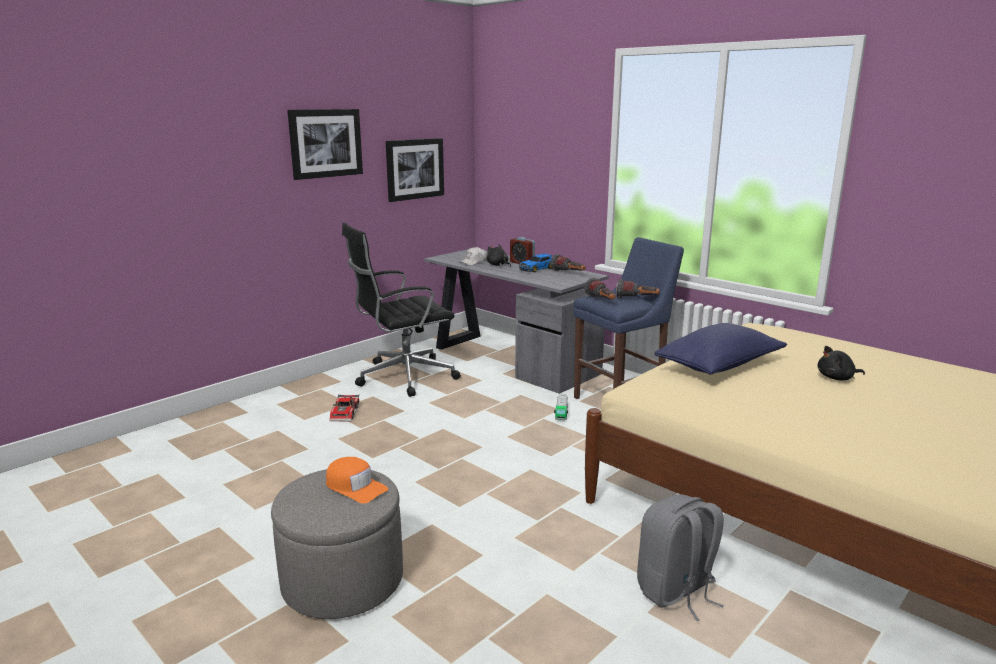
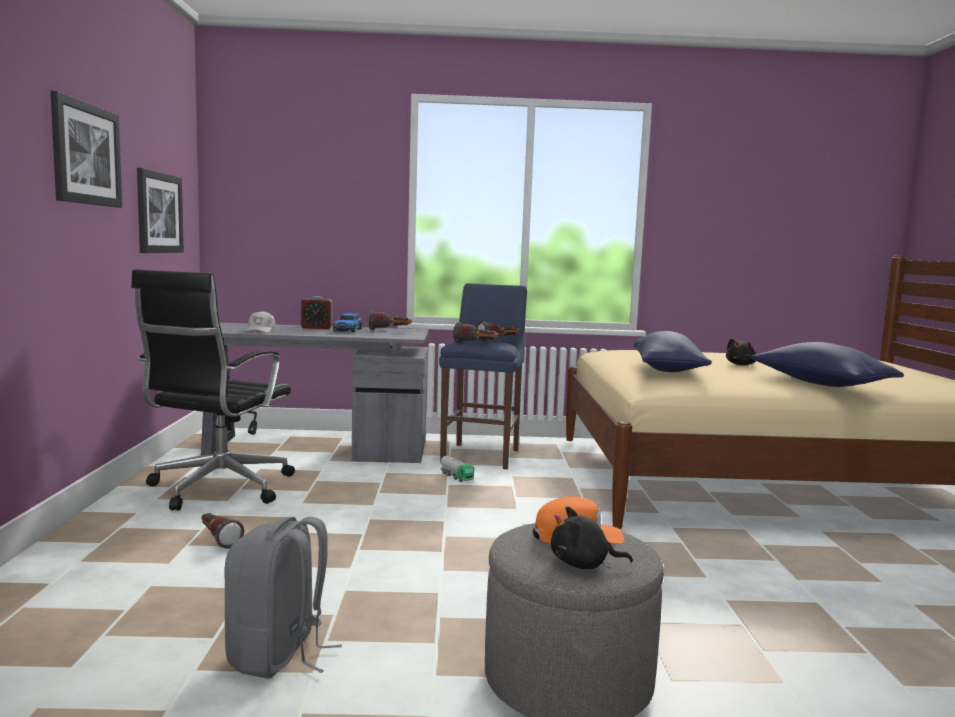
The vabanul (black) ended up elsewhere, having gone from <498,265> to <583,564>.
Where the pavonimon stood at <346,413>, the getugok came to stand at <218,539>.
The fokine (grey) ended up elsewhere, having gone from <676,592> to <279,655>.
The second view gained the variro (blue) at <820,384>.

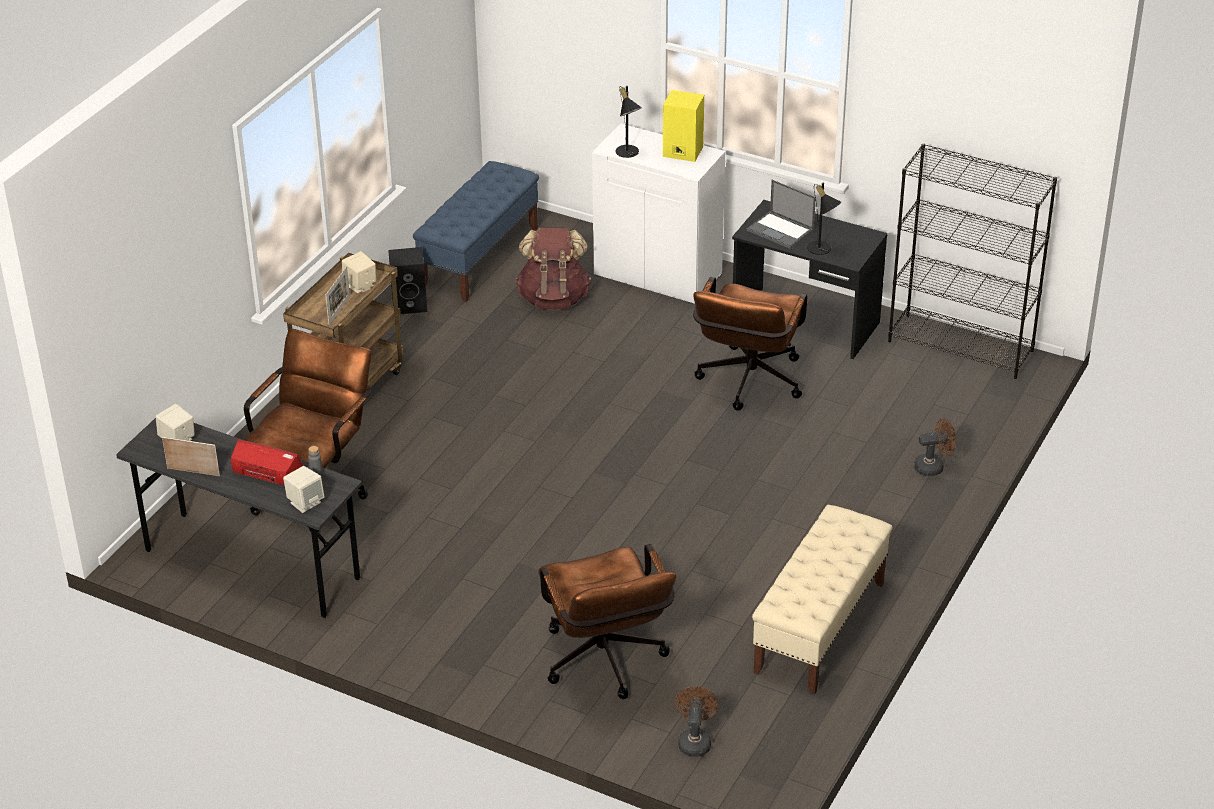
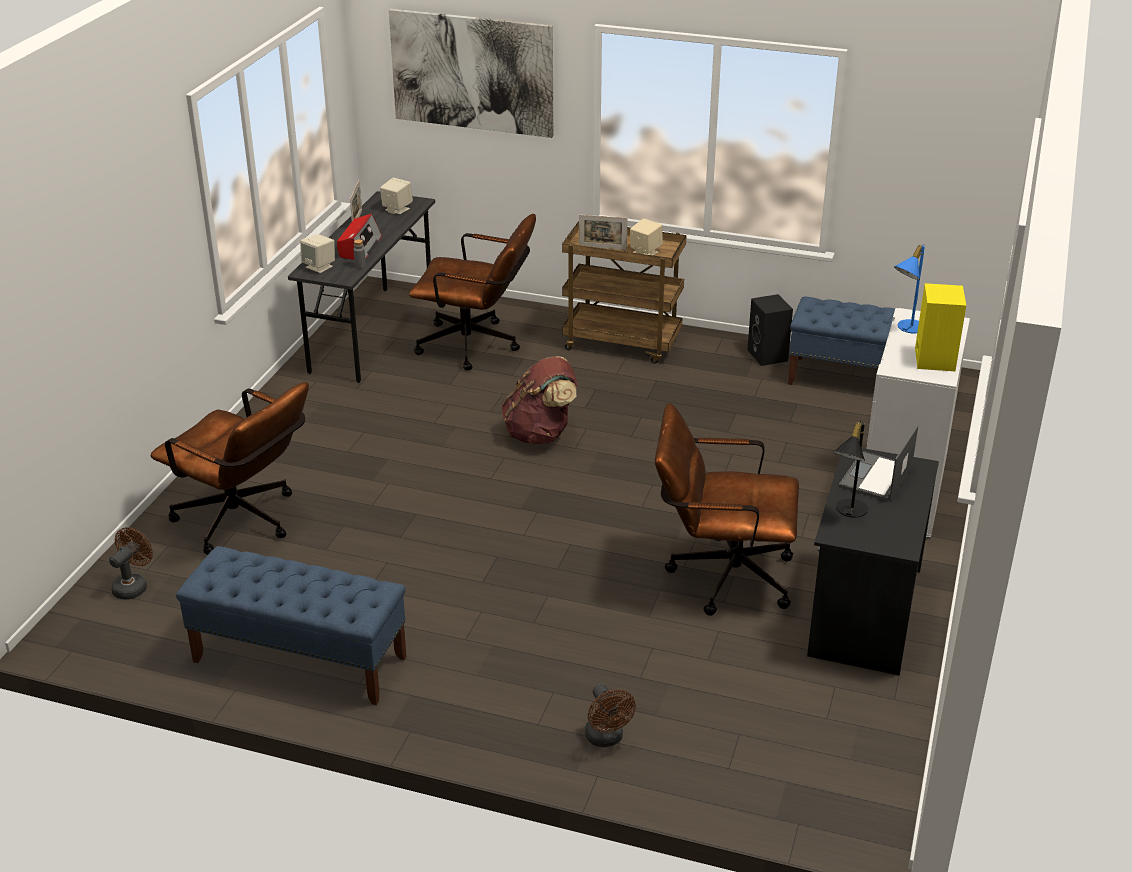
What was the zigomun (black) at <628,154> turned into the zigomun (blue) at <906,327>.
The second view lost the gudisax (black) at <961,346>.
The fokine (brown) ended up elsewhere, having gone from <554,298> to <540,434>.
What was the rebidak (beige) at <819,628> turned into the rebidak (blue) at <299,659>.
The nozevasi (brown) at <606,665> ended up facing another way, 120 degrees counterclockwise from before.
The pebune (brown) at <694,740> ended up facing another way, 60 degrees counterclockwise from before.
The second view gained the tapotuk at <472,72>.

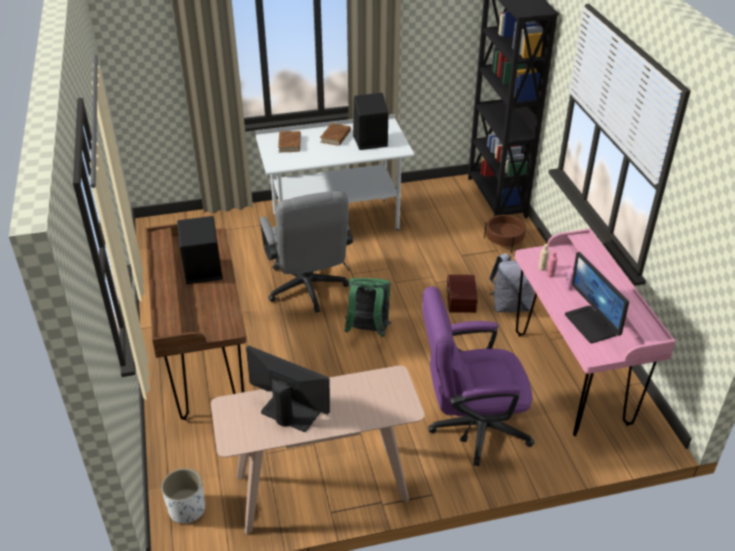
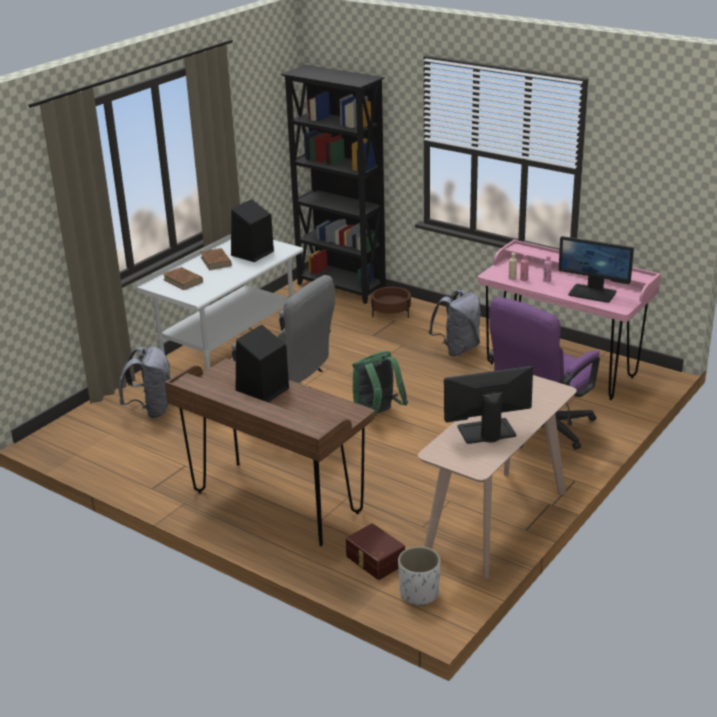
The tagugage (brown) ended up elsewhere, having gone from <460,300> to <374,561>.
The second view gained the fokine (grey) at <151,409>.

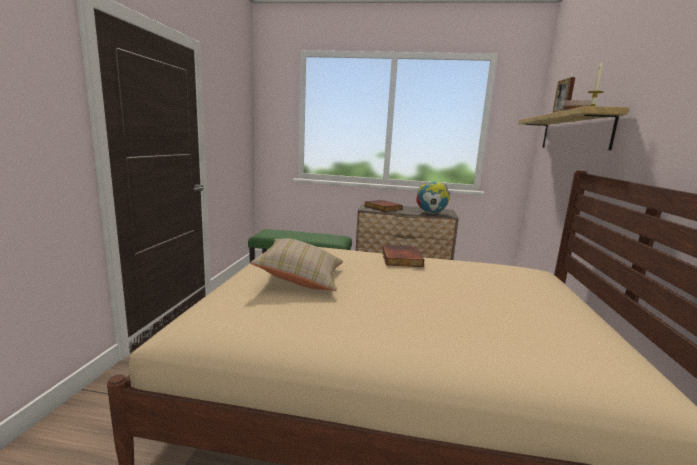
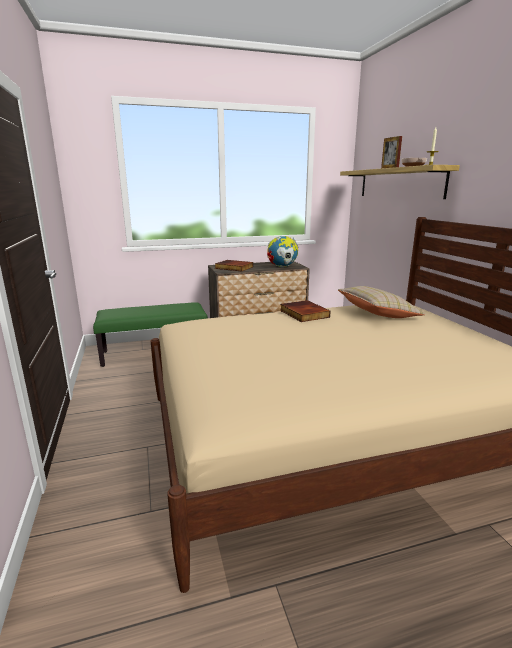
The variro (beige) ended up elsewhere, having gone from <301,279> to <377,314>.

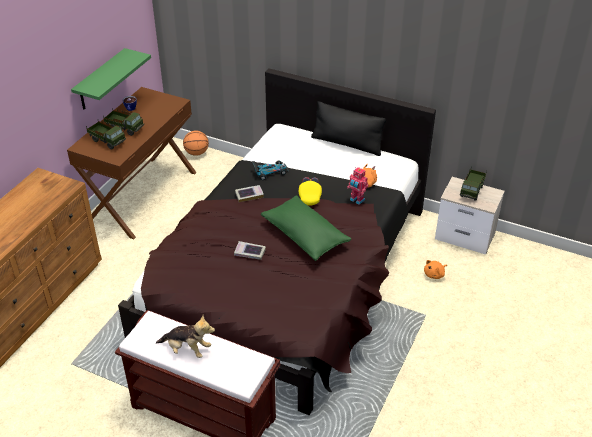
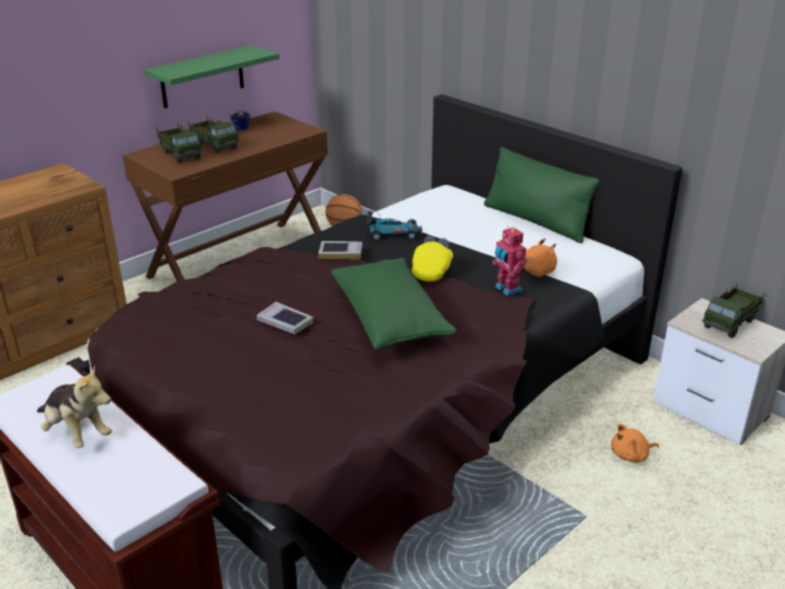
What was the variro (black) at <347,144> turned into the variro (green) at <536,221>.

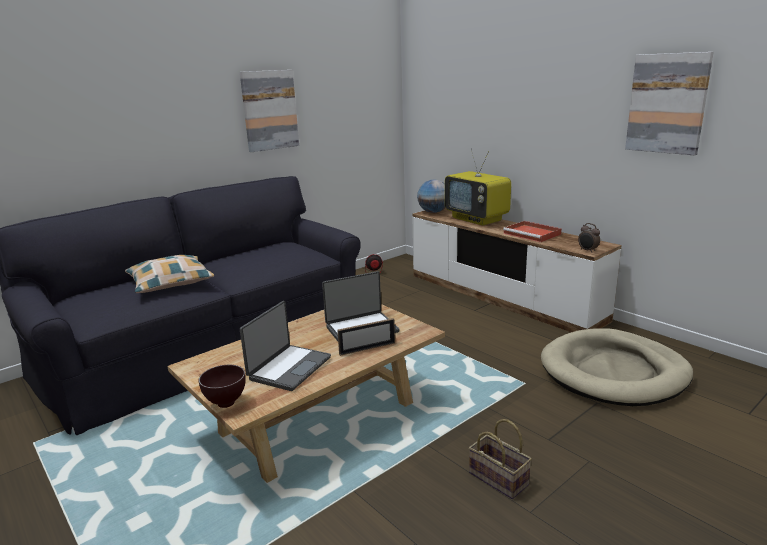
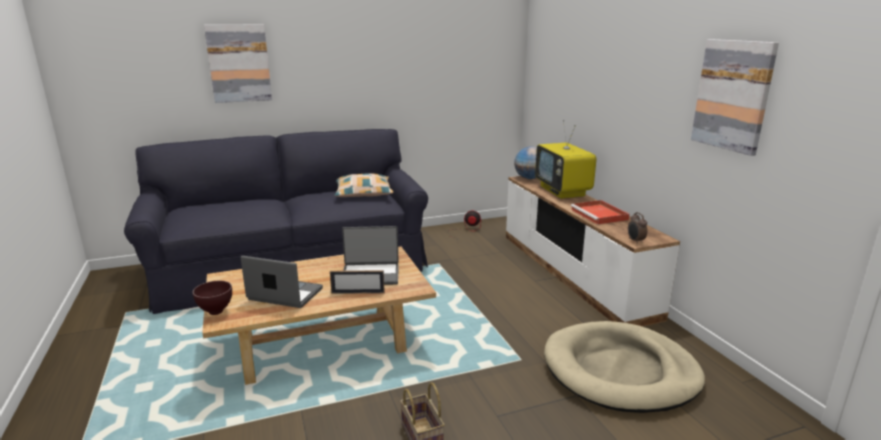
The tapotuk ended up elsewhere, having gone from <269,110> to <239,63>.
The variro ended up elsewhere, having gone from <170,282> to <363,193>.
The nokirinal at <289,368> ended up facing another way, 120 degrees counterclockwise from before.

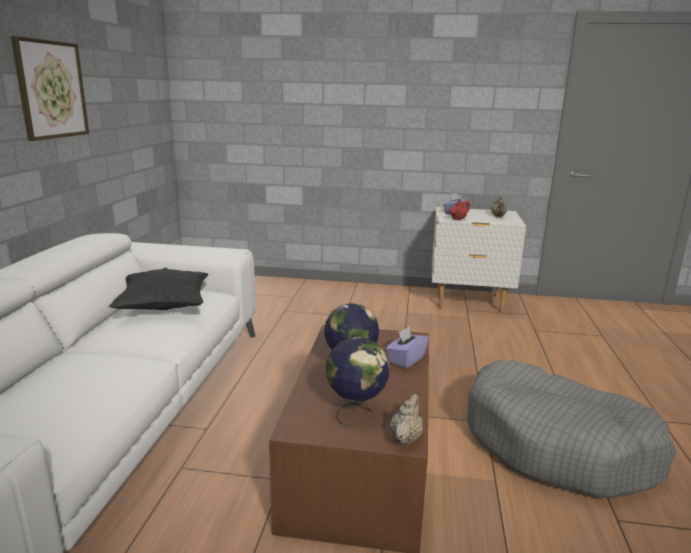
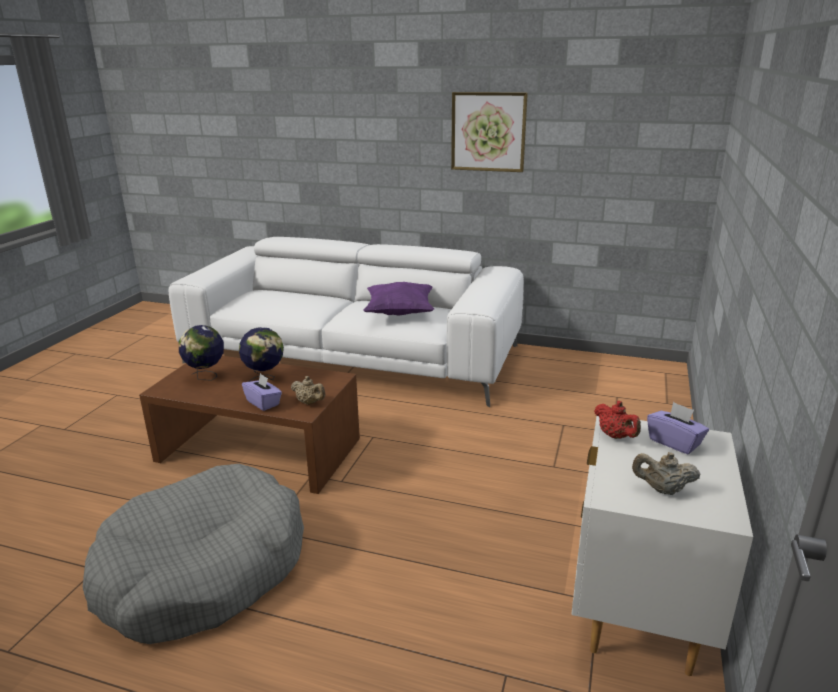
What was the variro (black) at <164,308> turned into the variro (purple) at <399,313>.
The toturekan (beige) ended up elsewhere, having gone from <406,437> to <309,403>.

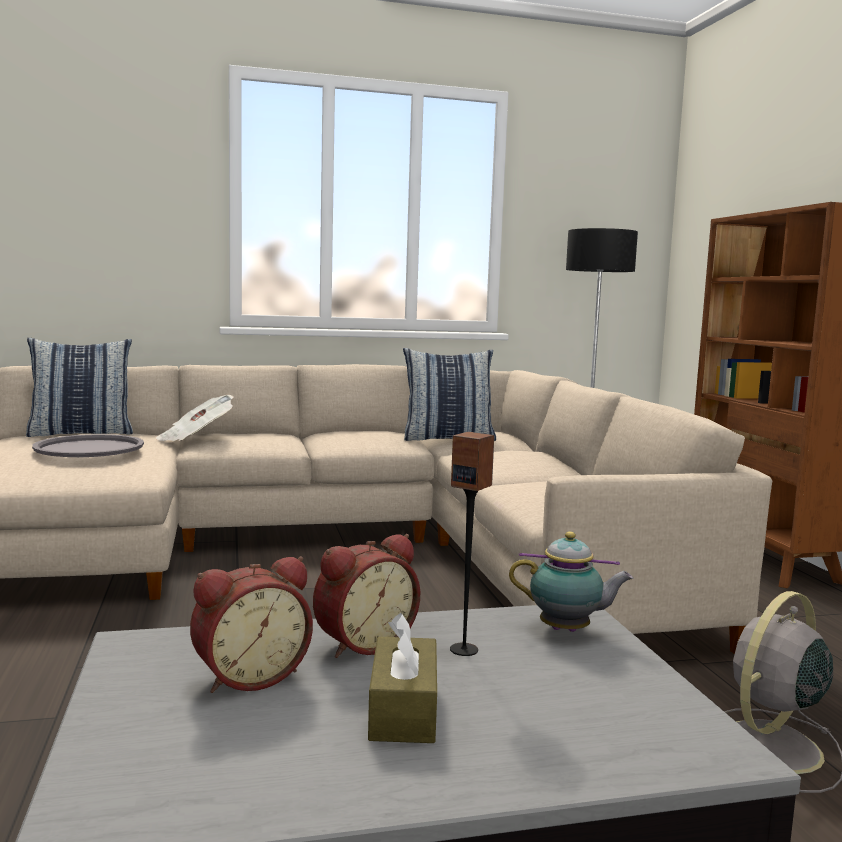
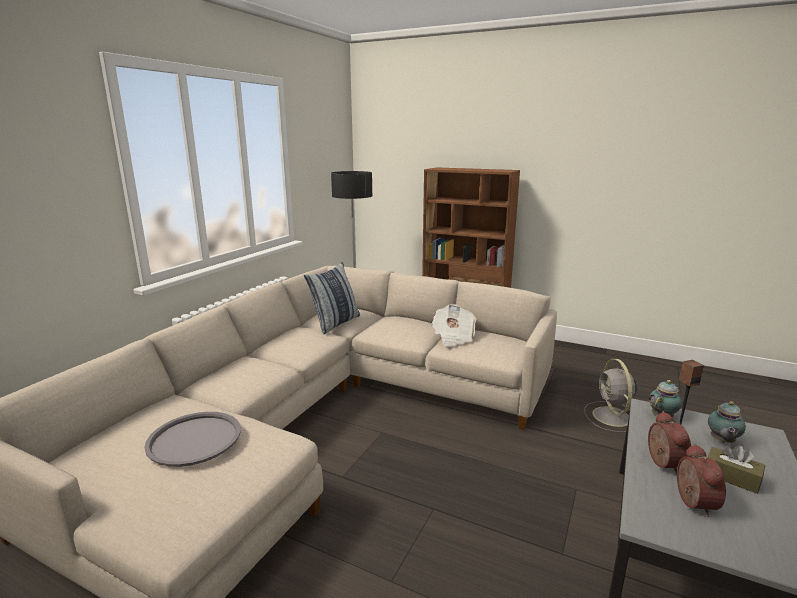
The second view lost the variro at <81,433>.
The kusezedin ended up elsewhere, having gone from <195,438> to <453,337>.
The second view gained the toturekan at <721,441>.

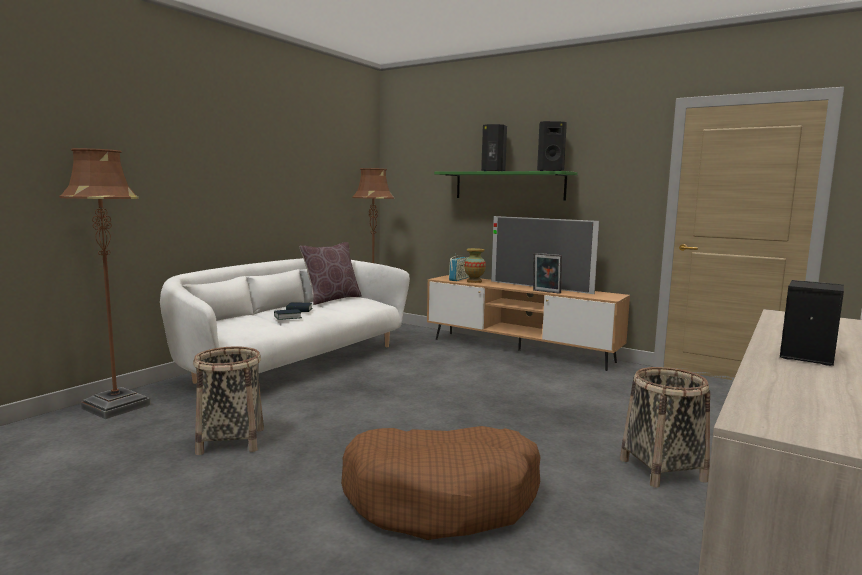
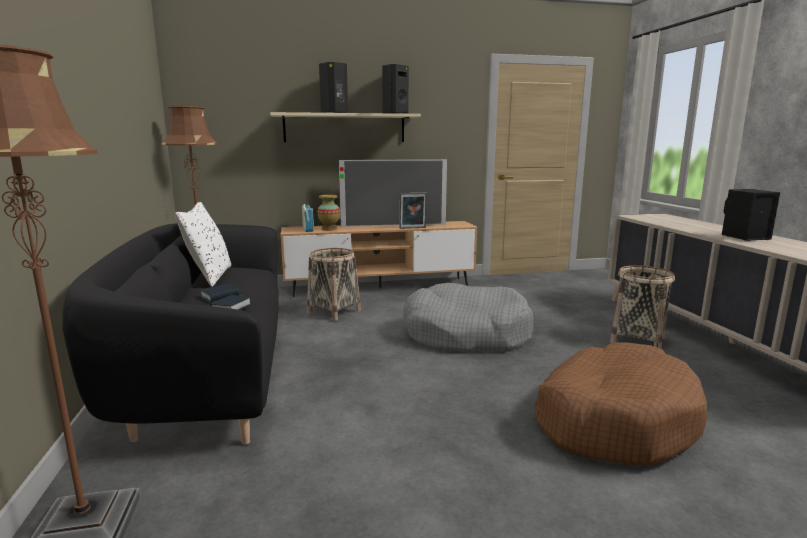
What was the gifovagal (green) at <509,185> turned into the gifovagal (beige) at <344,128>.
What was the variro (brown) at <332,299> turned into the variro (white) at <209,276>.
What was the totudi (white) at <293,364> turned into the totudi (black) at <210,368>.
The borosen ended up elsewhere, having gone from <231,441> to <334,312>.
The second view gained the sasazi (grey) at <466,334>.

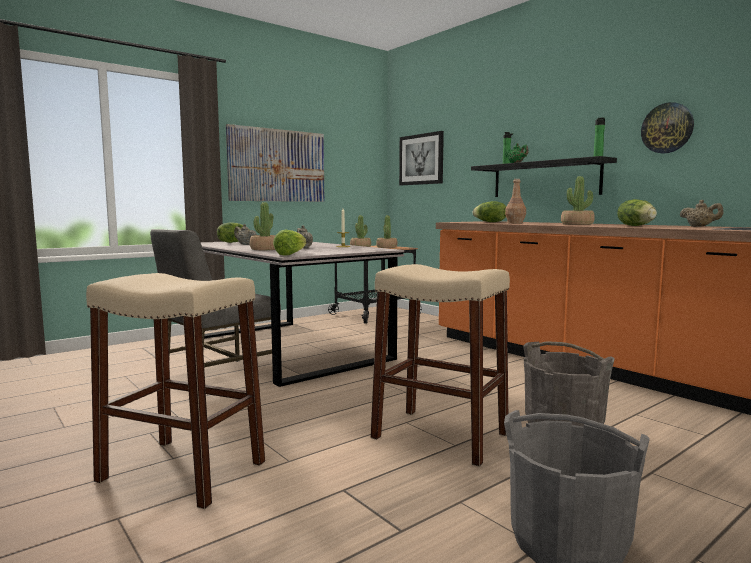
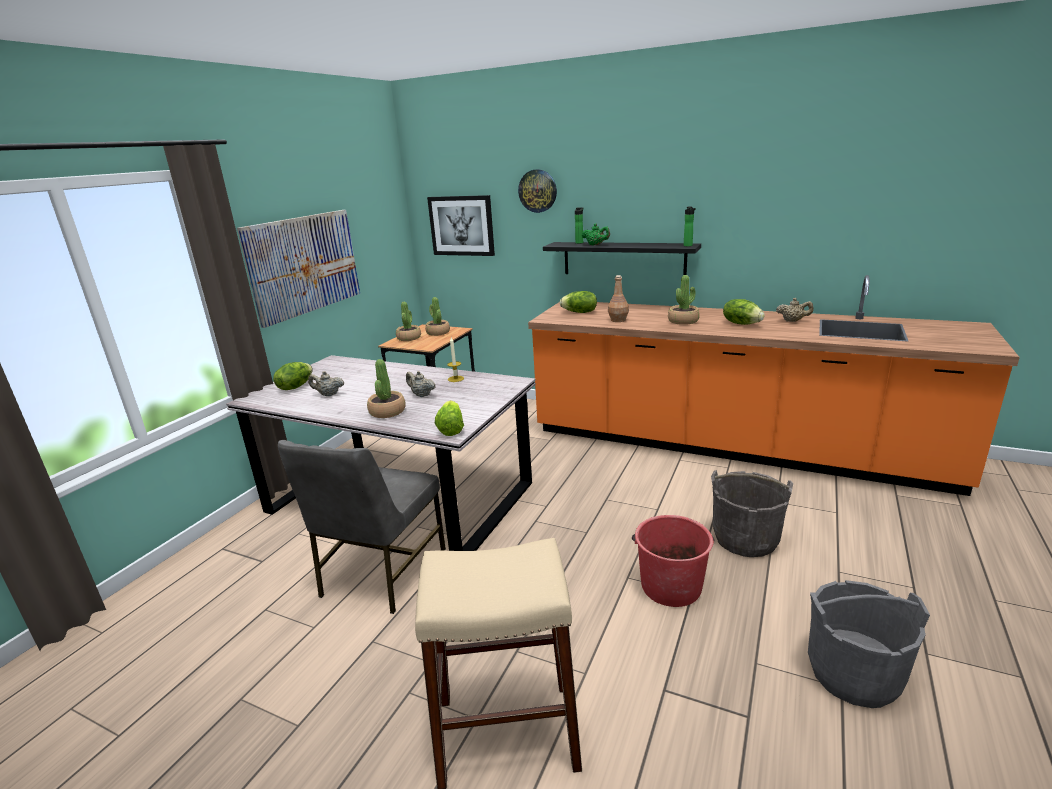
The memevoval ended up elsewhere, having gone from <667,128> to <537,191>.
Where the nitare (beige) stood at <440,436>, the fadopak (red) came to stand at <670,586>.

